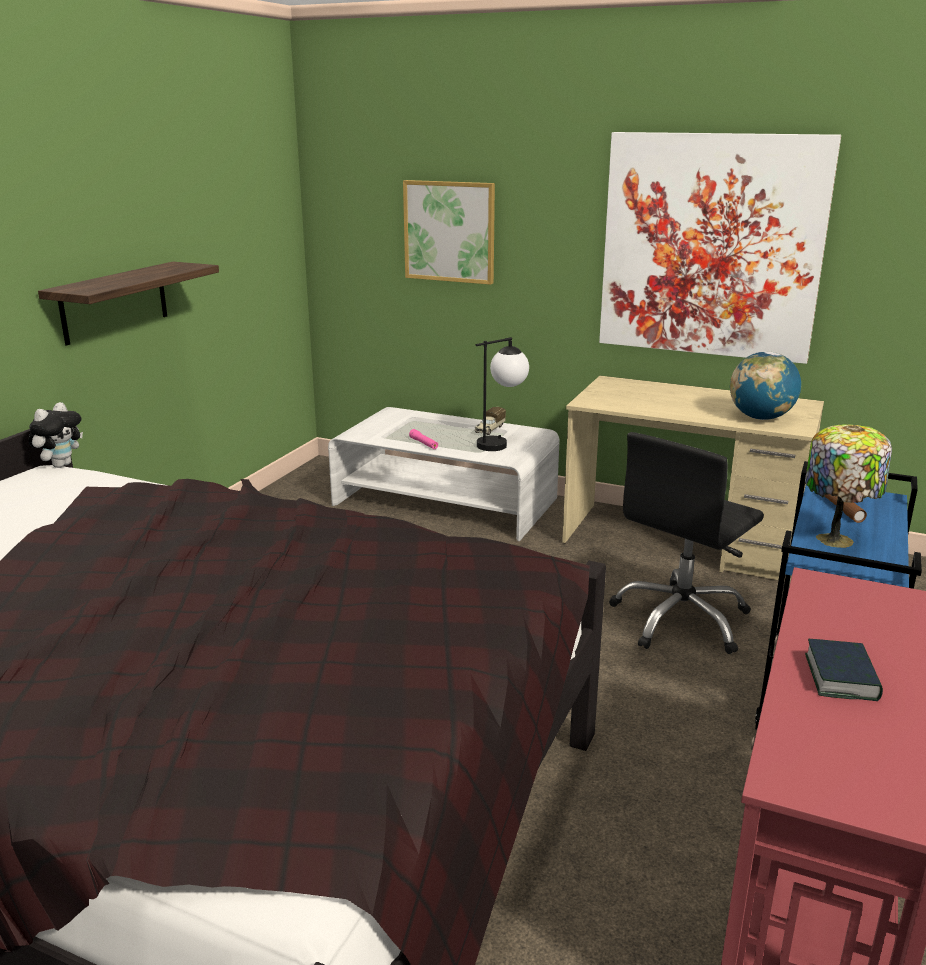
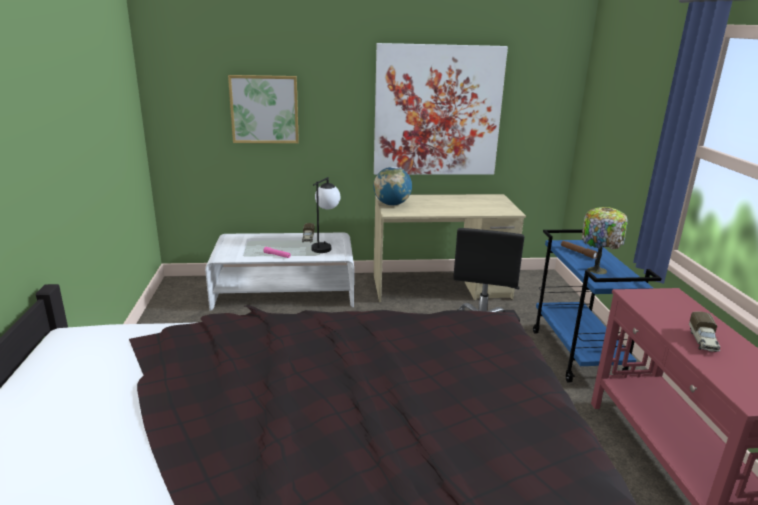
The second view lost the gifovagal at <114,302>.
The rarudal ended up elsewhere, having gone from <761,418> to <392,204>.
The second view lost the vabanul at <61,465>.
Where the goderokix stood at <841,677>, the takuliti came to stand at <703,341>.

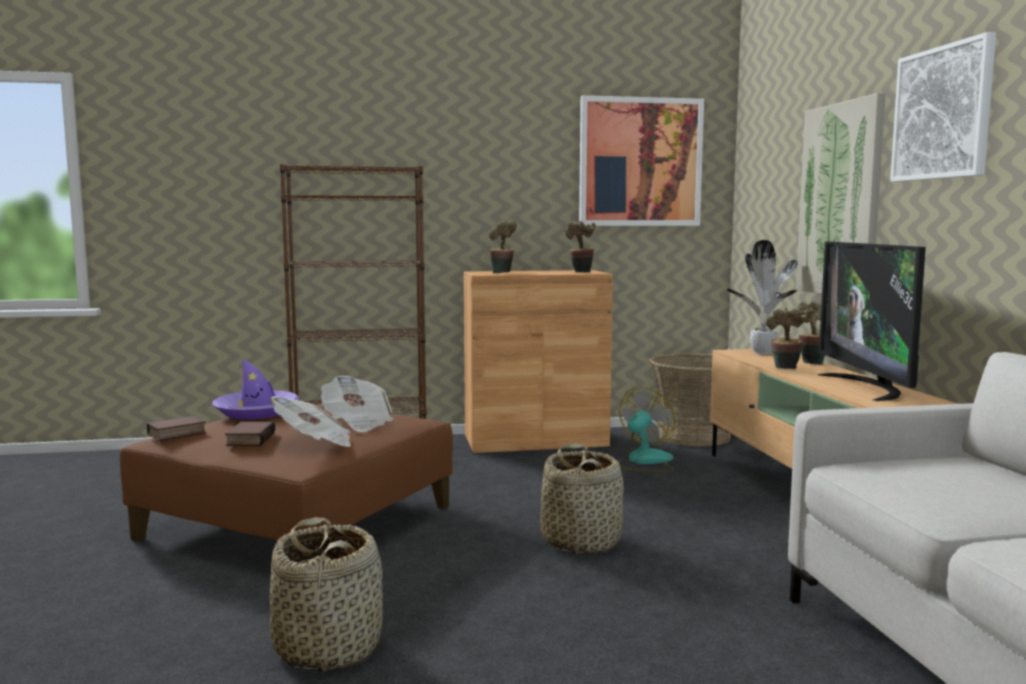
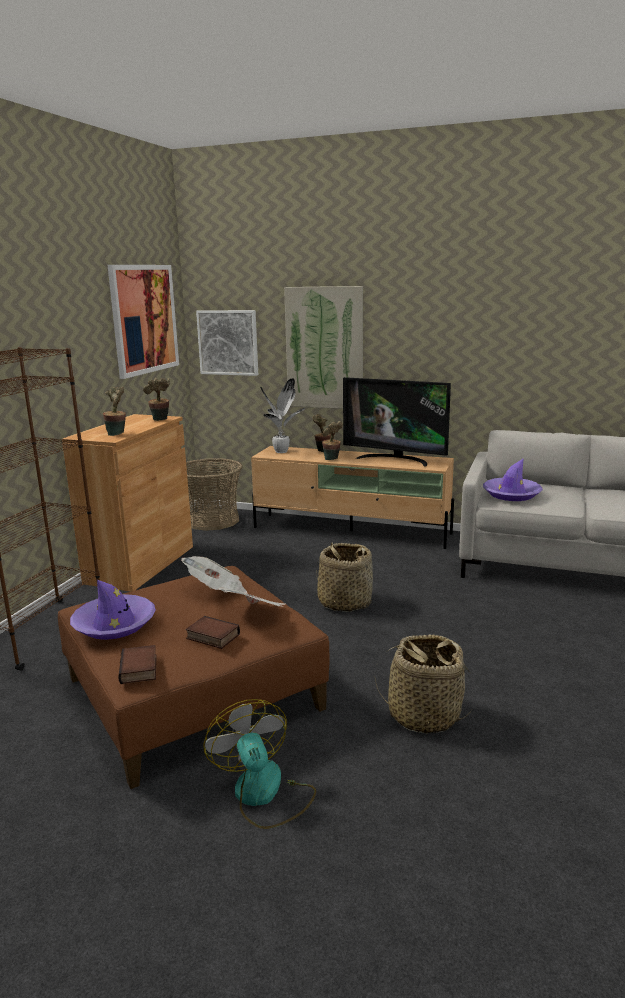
The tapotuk ended up elsewhere, having gone from <942,113> to <228,342>.
The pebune ended up elsewhere, having gone from <644,461> to <264,794>.
The second view gained the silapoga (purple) at <511,494>.

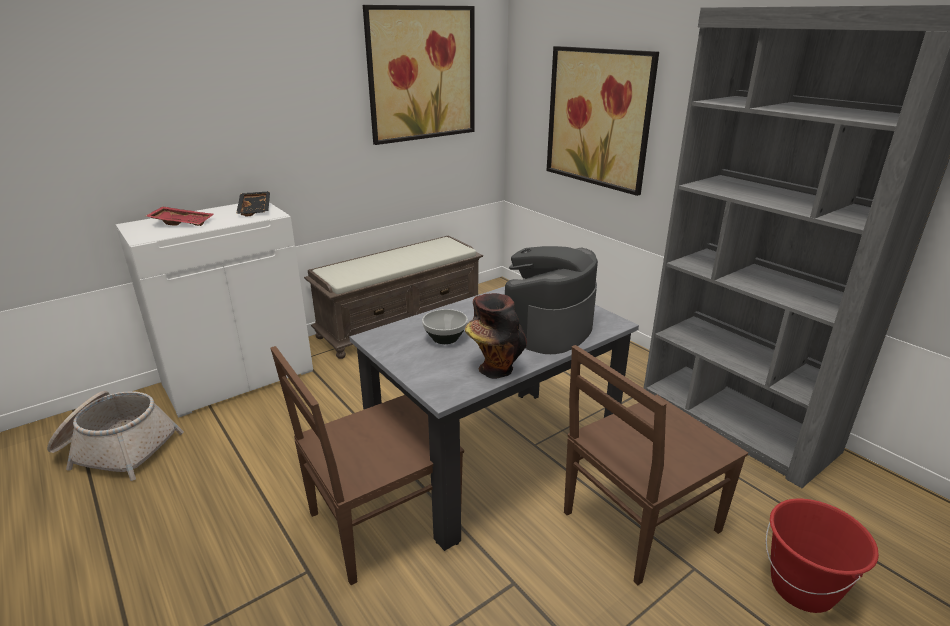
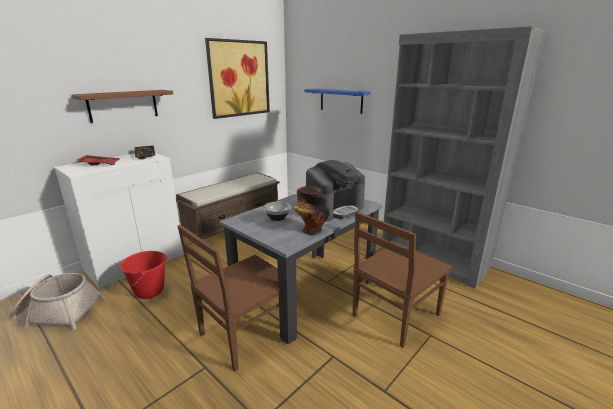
Where the tapotuk hung at <598,118>, the gifovagal (blue) came to hang at <341,100>.
The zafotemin at <548,327> ended up facing another way, 150 degrees counterclockwise from before.
The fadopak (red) ended up elsewhere, having gone from <802,588> to <149,291>.
The second view gained the gifovagal (brown) at <123,105>.

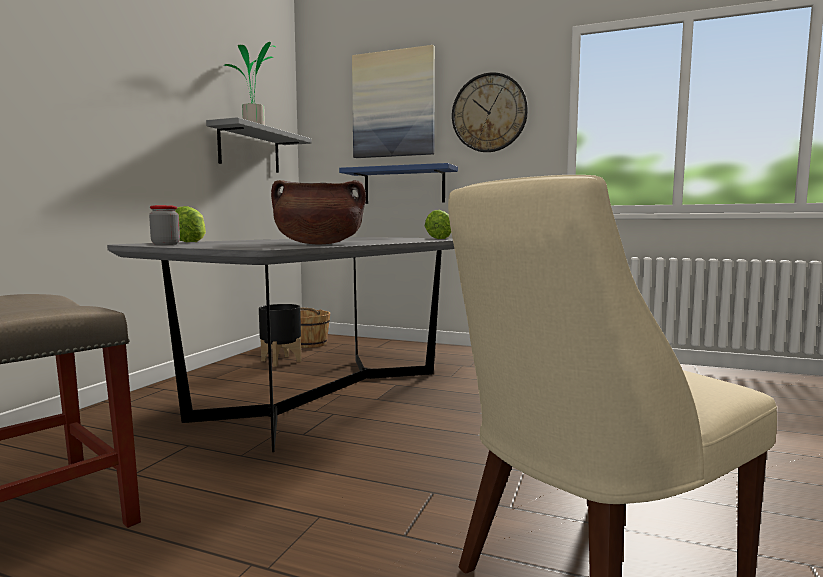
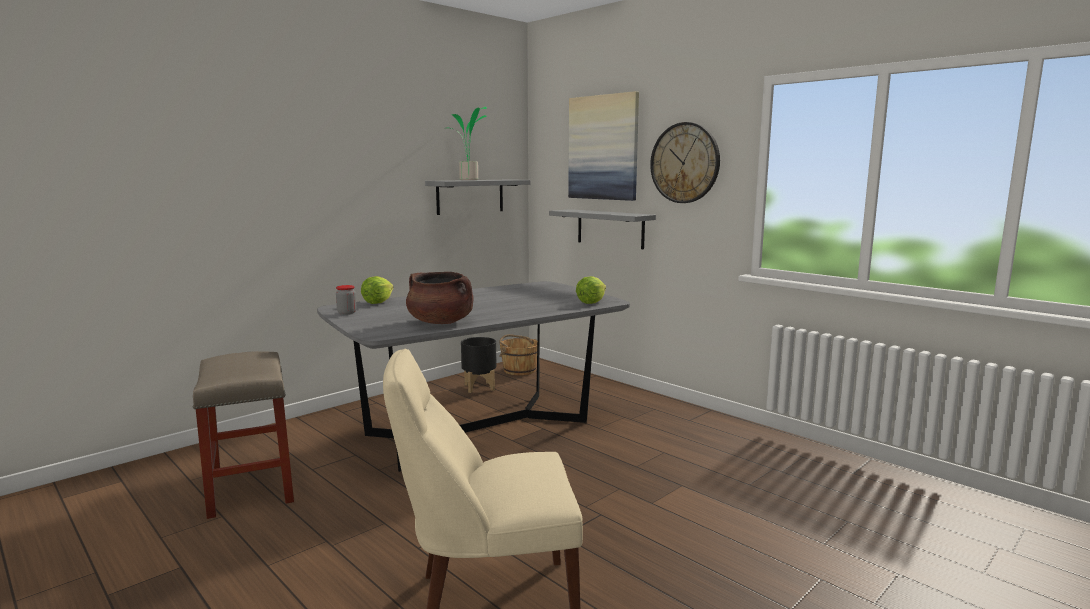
What was the gifovagal (blue) at <404,186> turned into the gifovagal (grey) at <610,228>.

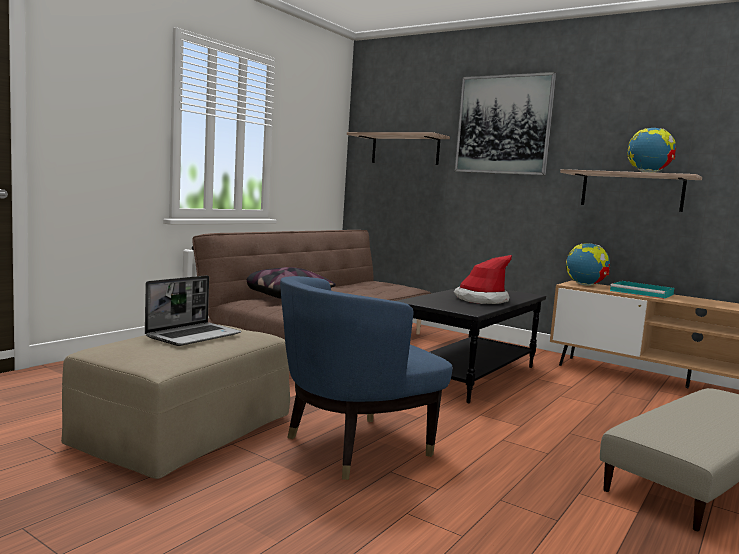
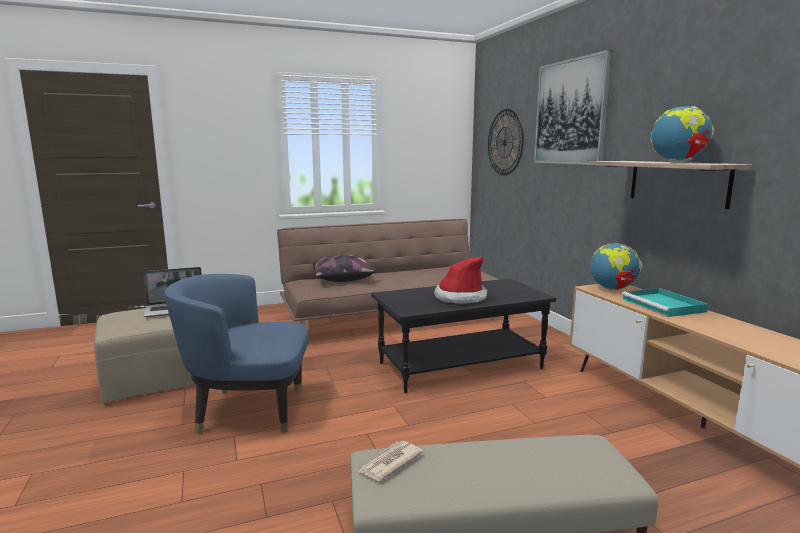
Where the gifovagal hung at <405,150>, the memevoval came to hang at <505,142>.
The second view gained the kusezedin at <389,463>.

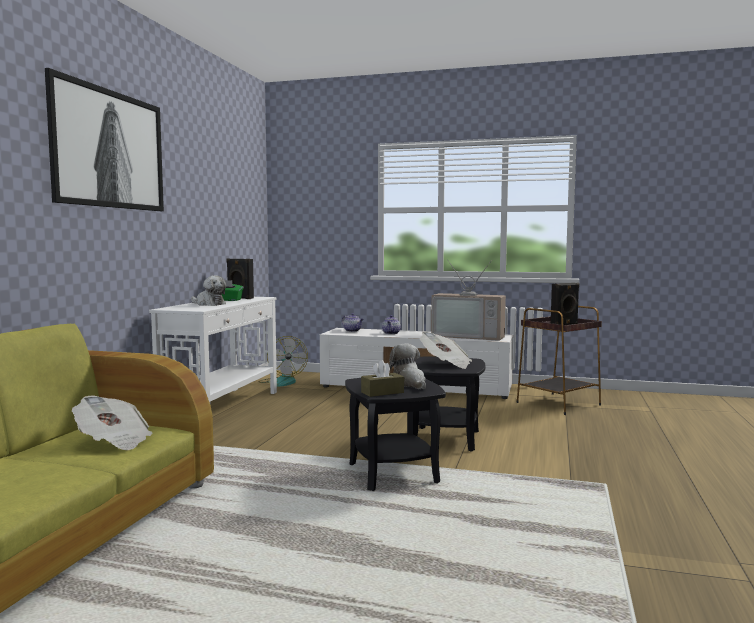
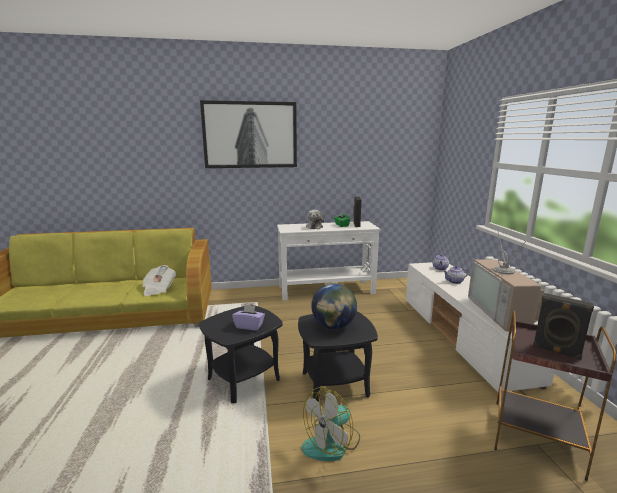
Where the kusezedin stood at <446,364>, the rarudal came to stand at <333,326>.
The pebune ended up elsewhere, having gone from <282,382> to <332,443>.
Where the vabanul stood at <409,383>, the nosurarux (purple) came to stand at <249,326>.
The second view lost the nosurarux (brown) at <382,392>.

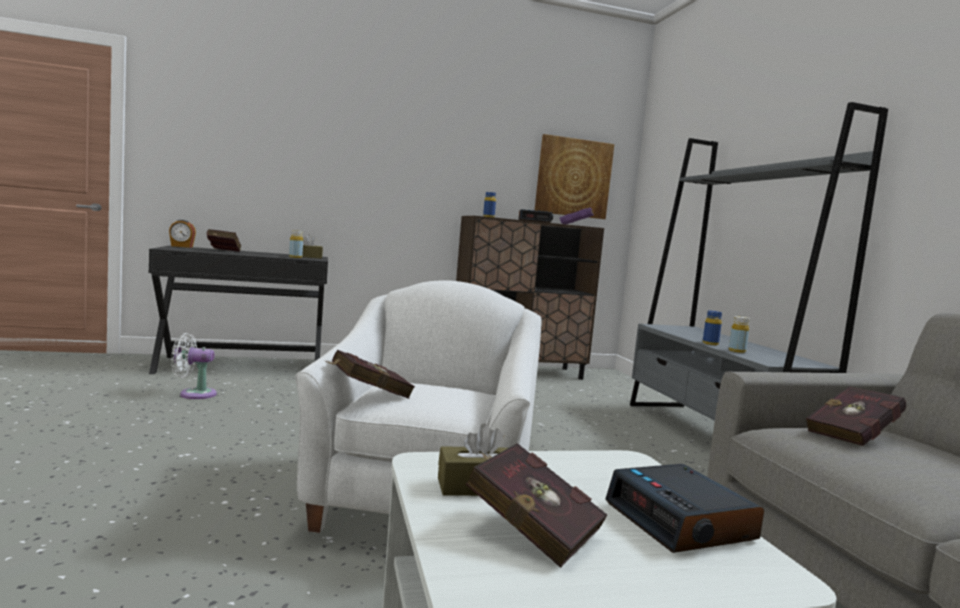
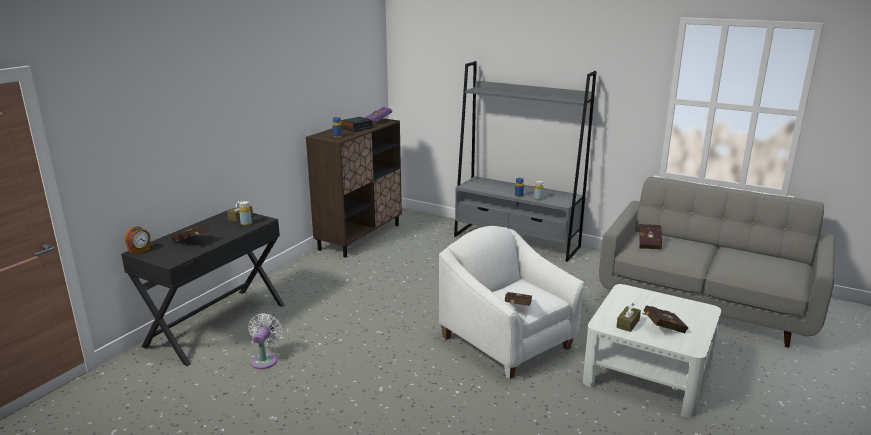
The second view lost the tapotuk at <573,177>.
The pebune (white) at <194,394> ended up facing another way, 150 degrees clockwise from before.
The second view lost the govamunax at <681,522>.

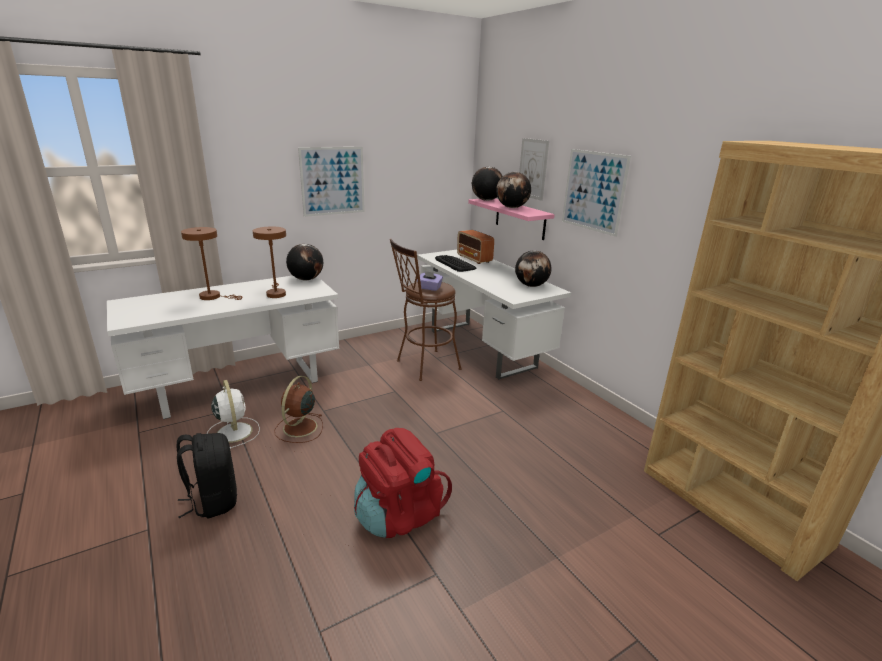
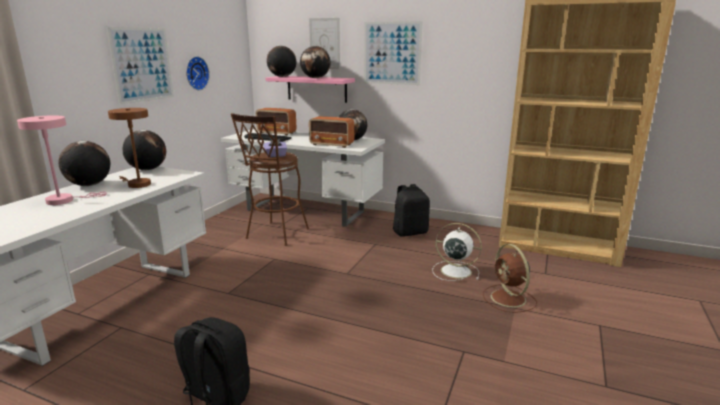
What was the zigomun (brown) at <213,297> turned into the zigomun (pink) at <65,200>.
The pebune (brown) ended up elsewhere, having gone from <299,428> to <509,299>.
The pebune (white) ended up elsewhere, having gone from <234,431> to <454,271>.
The second view lost the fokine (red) at <399,515>.
The second view gained the memevoval at <195,73>.
The second view gained the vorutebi at <332,145>.
The second view gained the rarudal at <89,185>.
The second view gained the fokine (black) at <410,232>.

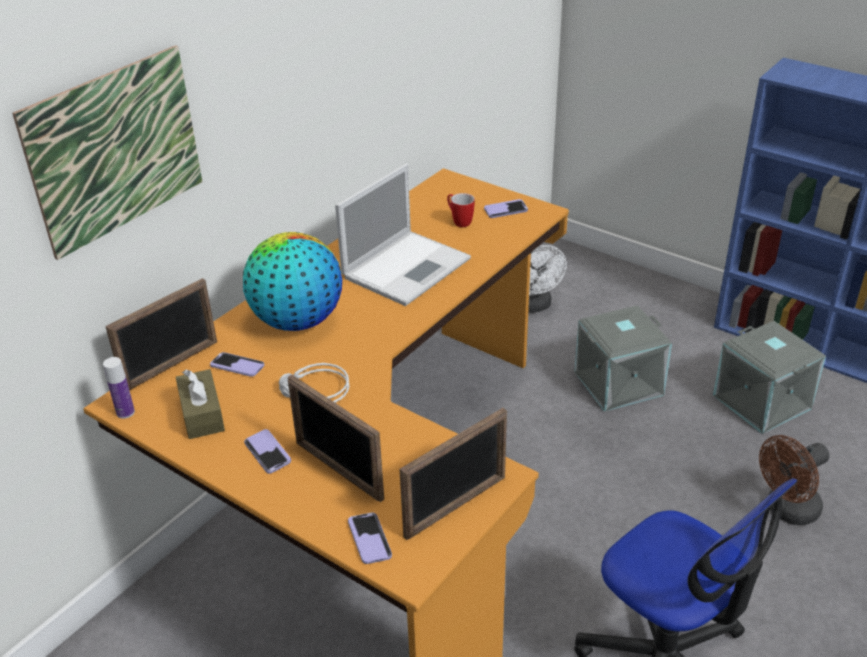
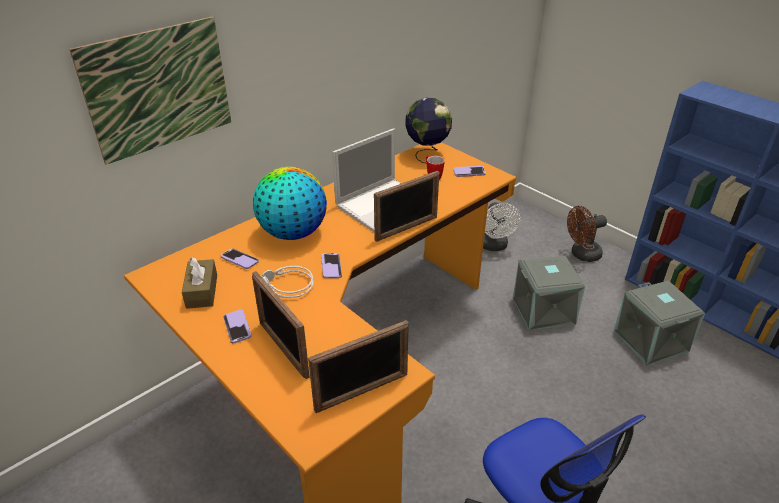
The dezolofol ended up elsewhere, having gone from <171,366> to <406,228>.
The second view lost the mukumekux at <125,412>.
The pebune (brown) ended up elsewhere, having gone from <787,510> to <581,255>.
The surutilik ended up elsewhere, having gone from <369,539> to <331,266>.
The second view gained the rarudal at <427,154>.

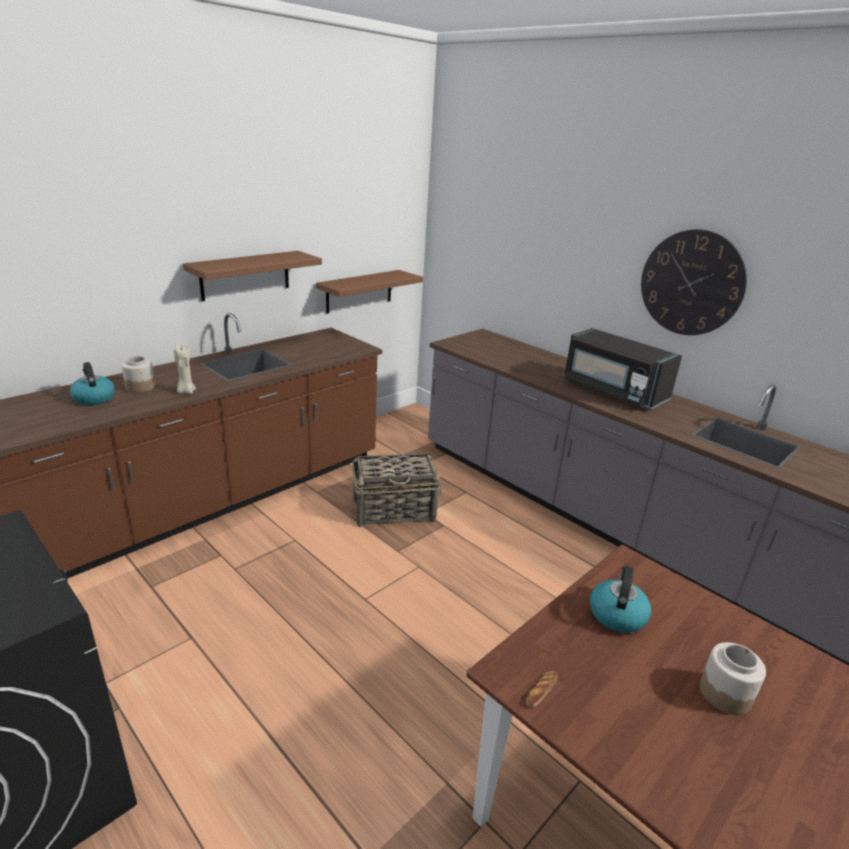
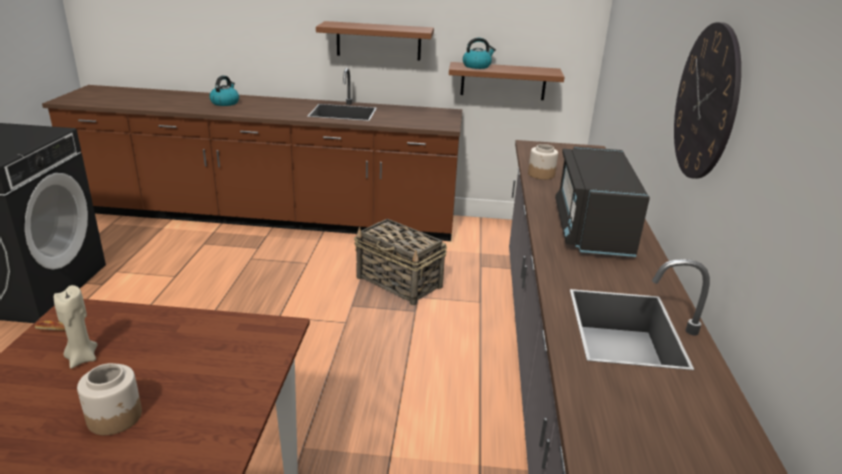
The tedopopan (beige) ended up elsewhere, having gone from <186,391> to <82,358>.
The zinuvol ended up elsewhere, having gone from <140,387> to <541,174>.
The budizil ended up elsewhere, having gone from <616,614> to <477,66>.

